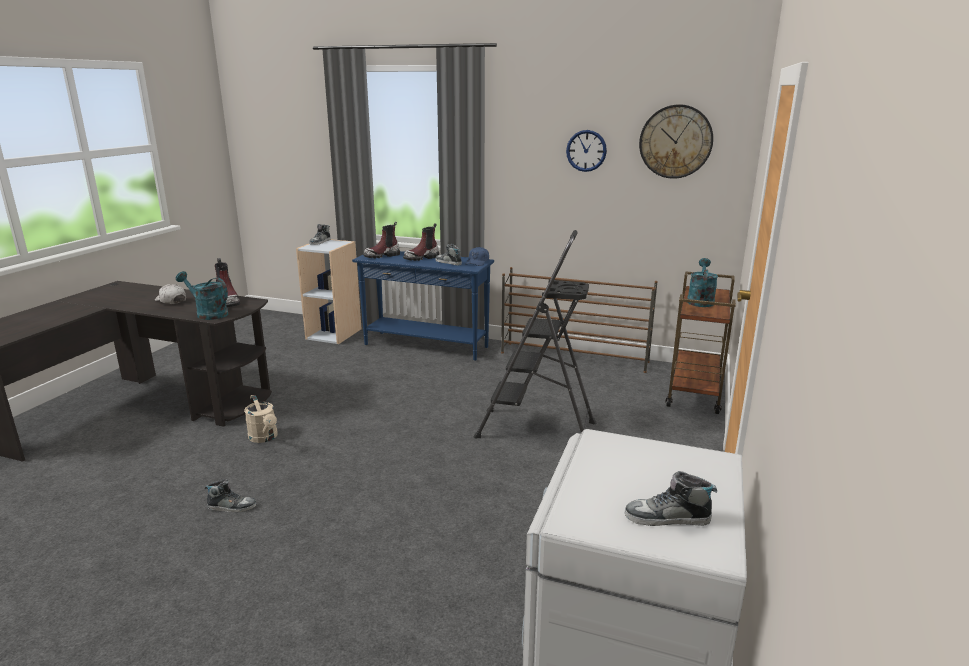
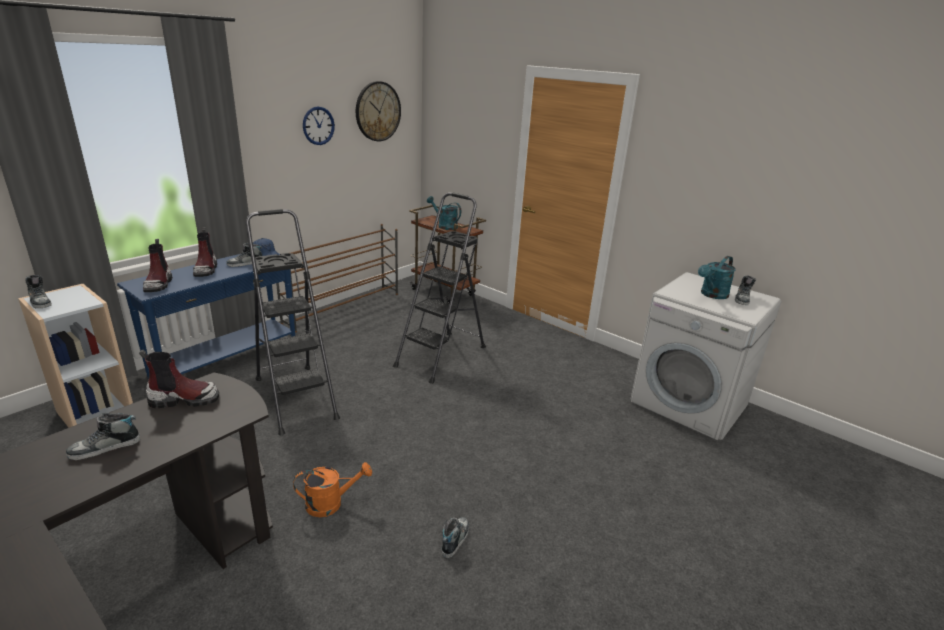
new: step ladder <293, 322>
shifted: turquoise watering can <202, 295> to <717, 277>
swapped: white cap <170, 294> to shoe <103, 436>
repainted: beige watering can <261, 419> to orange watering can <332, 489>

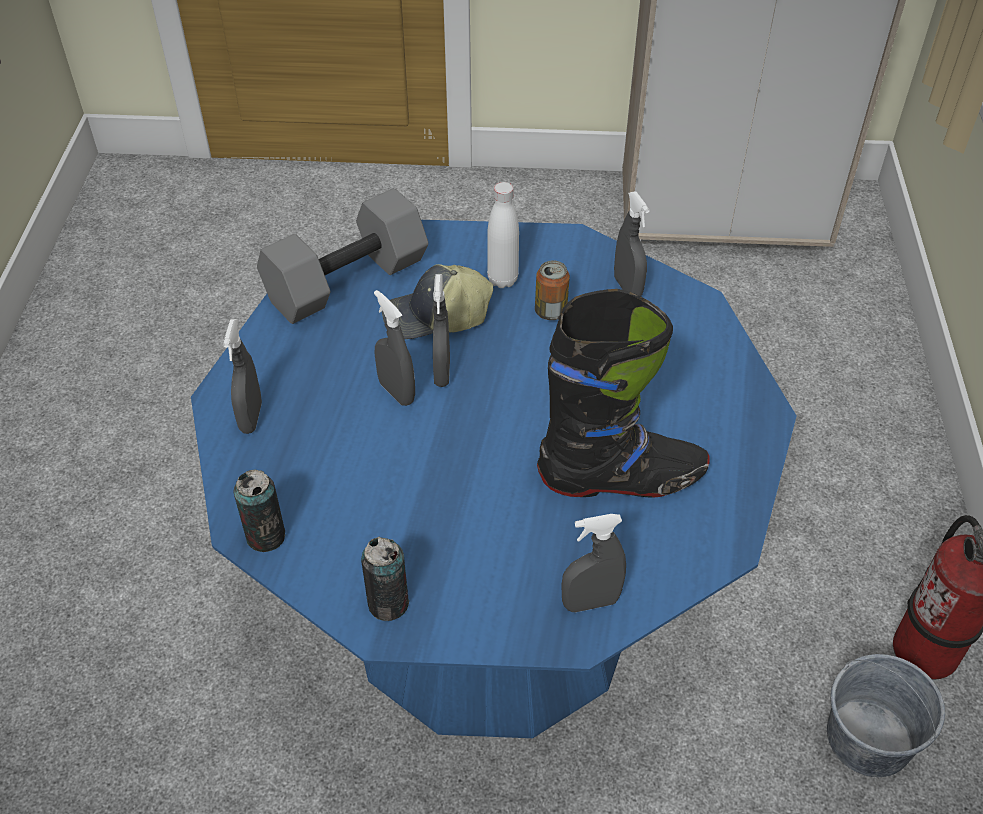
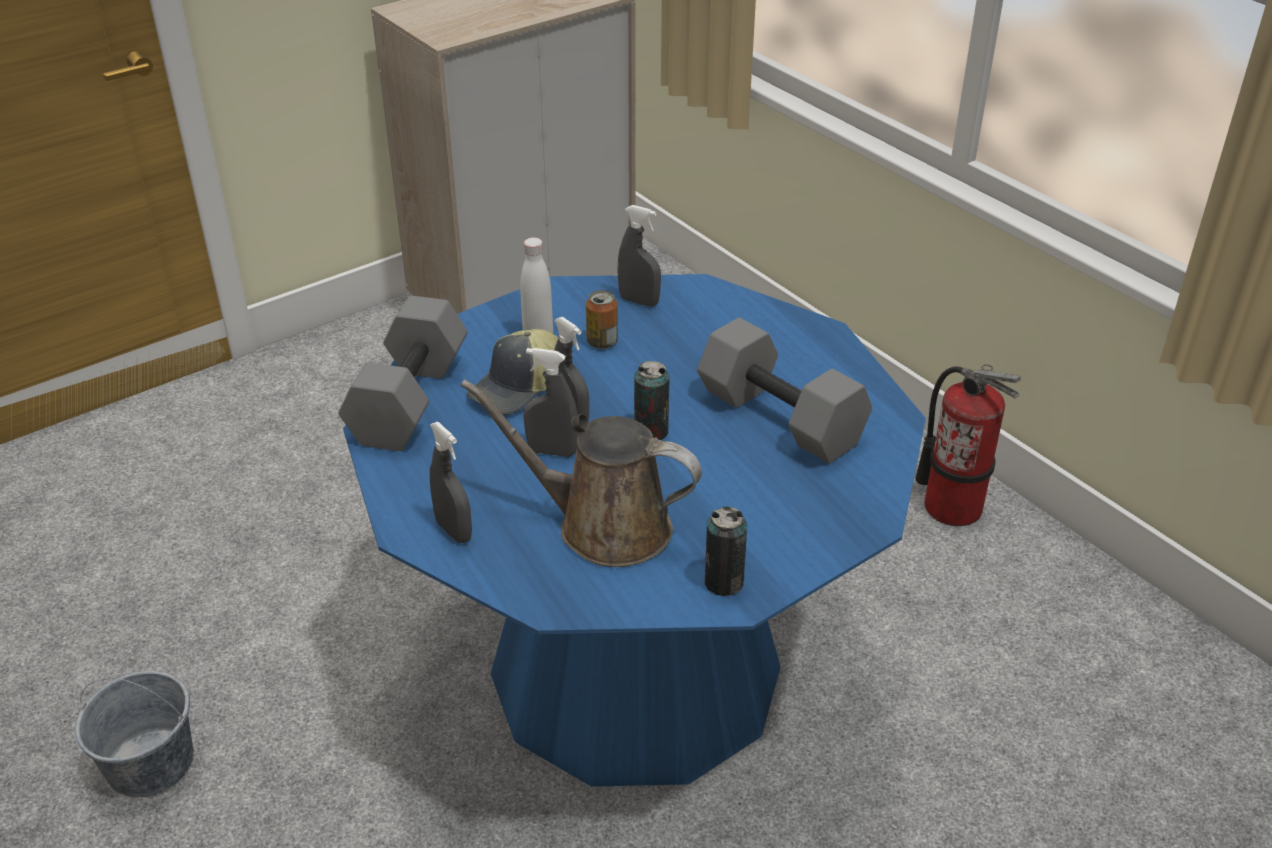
gone: grey spray bottle <593, 563>
new: brown watering can <581, 473>
shifted: can <259, 510> to <652, 400>; grey bucket <886, 715> to <134, 734>
swapped: black boot <623, 393> to grey dumbbell <784, 390>

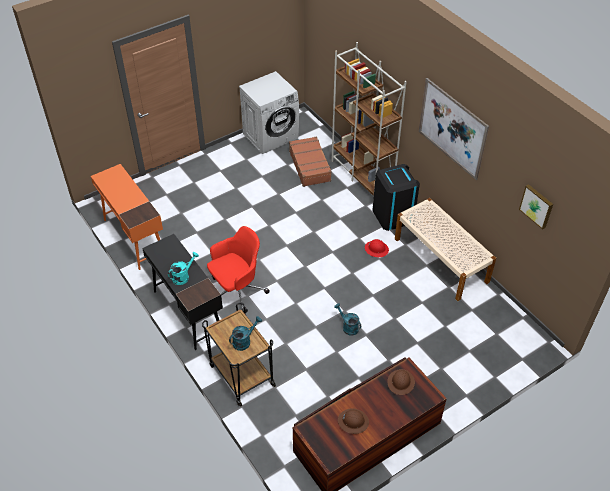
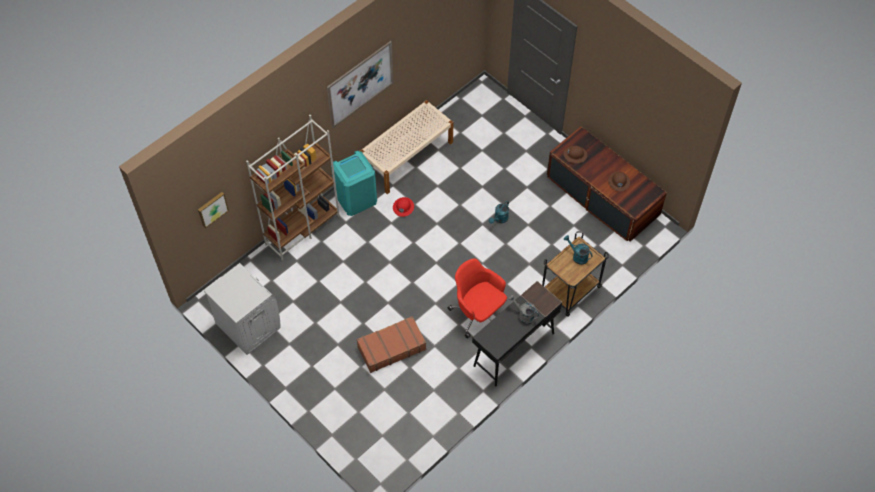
gone: orange desk <127, 217>
shifted: brown suitcase <310, 161> to <391, 344>; picture <536, 206> to <213, 210>
repainted: turquoise watering can <183, 268> to grey watering can <523, 309>; black trash can <396, 197> to turquoise trash can <354, 183>

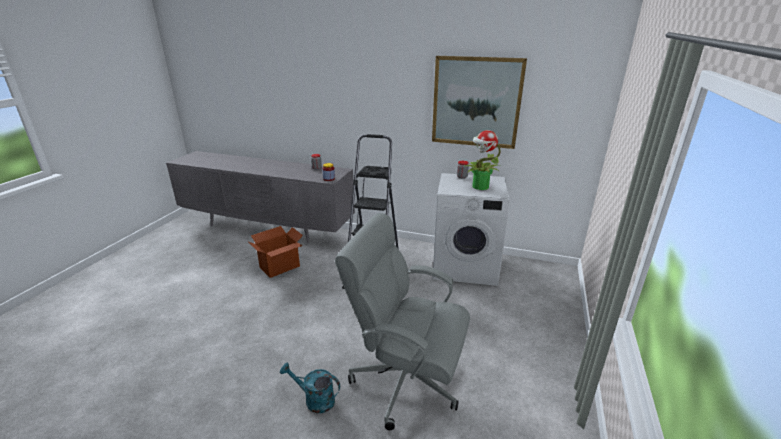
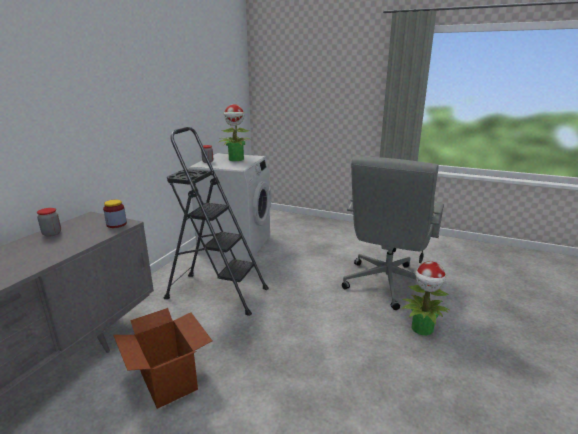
gone: picture <479, 102>
swapped: turquoise watering can <310, 388> to potted plant <425, 298>

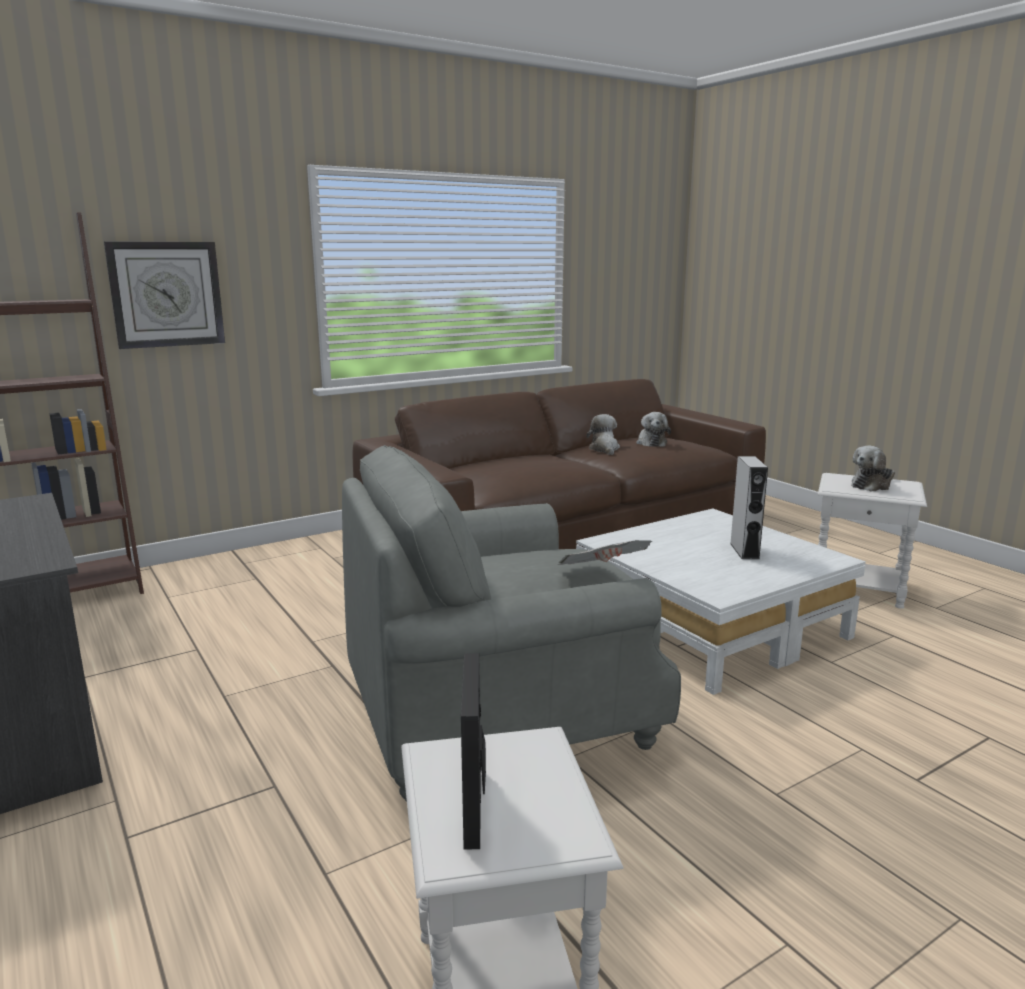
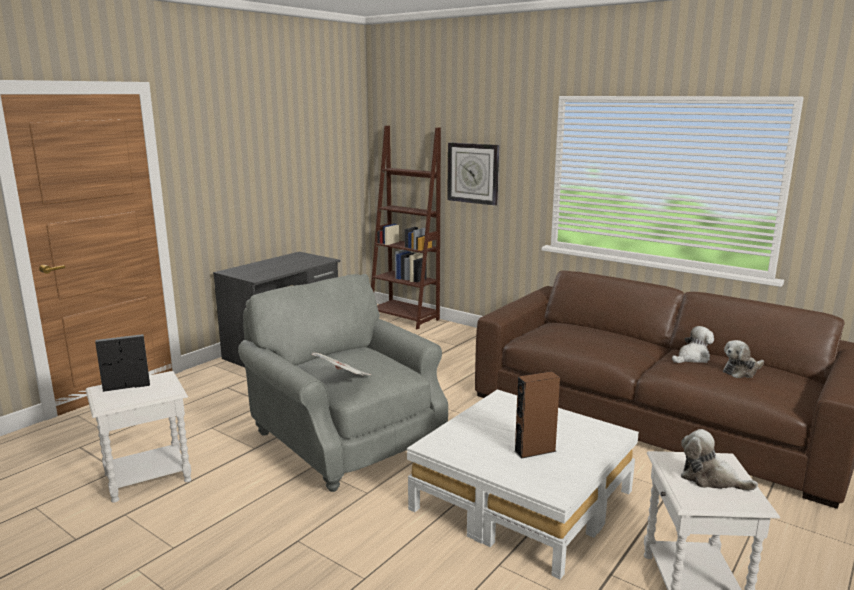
repainted: grey speaker <749, 507> to brown speaker <537, 415>

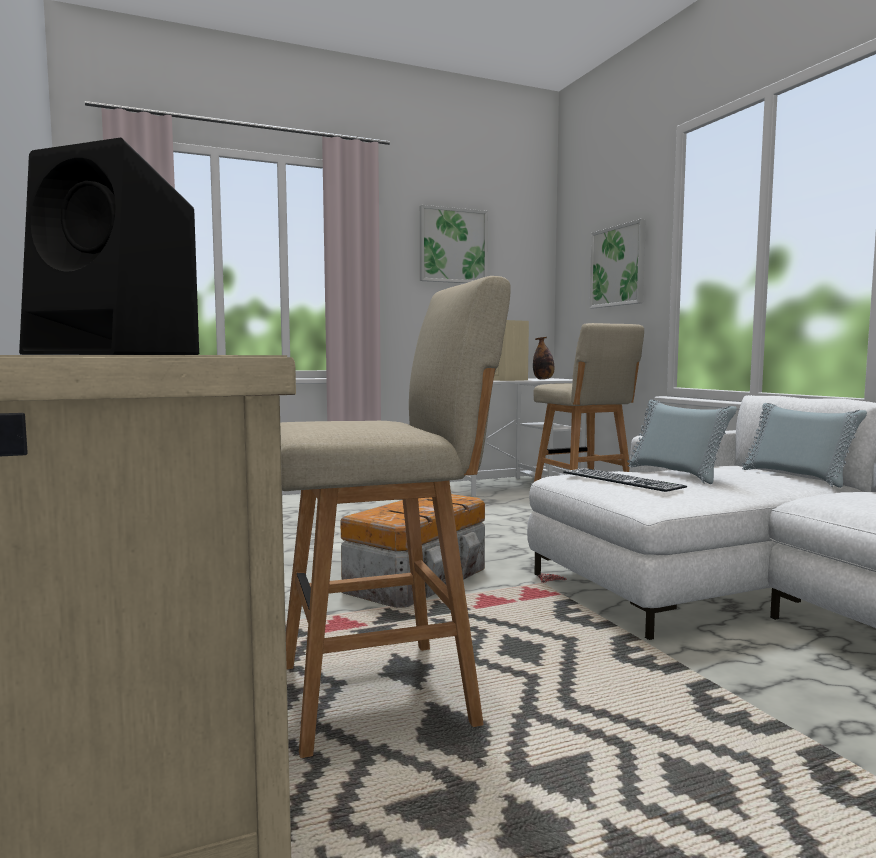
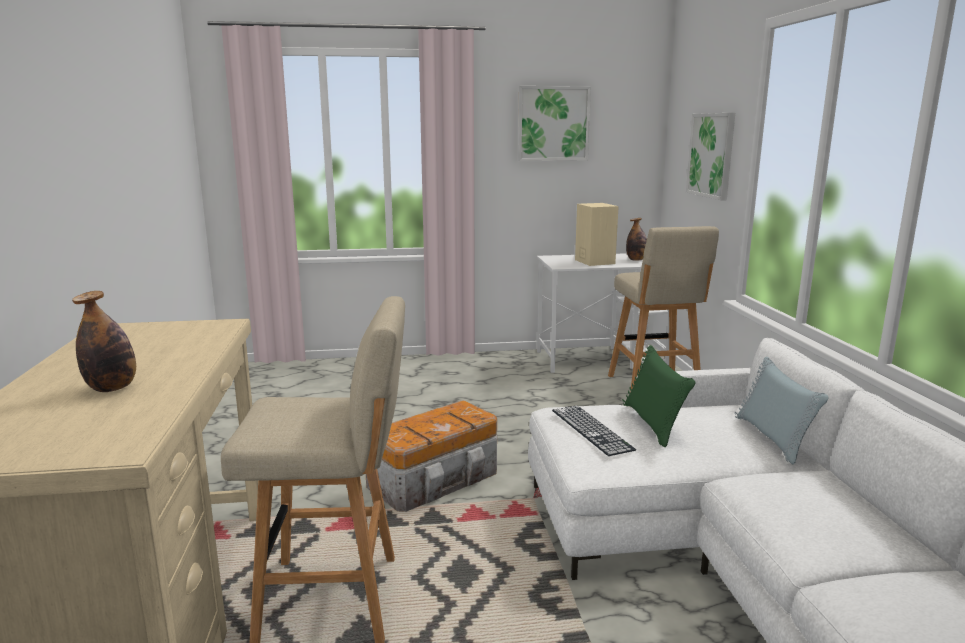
swapped: black speaker <109, 246> to bottle <104, 341>
repainted: blue pillow <682, 442> to green pillow <659, 396>

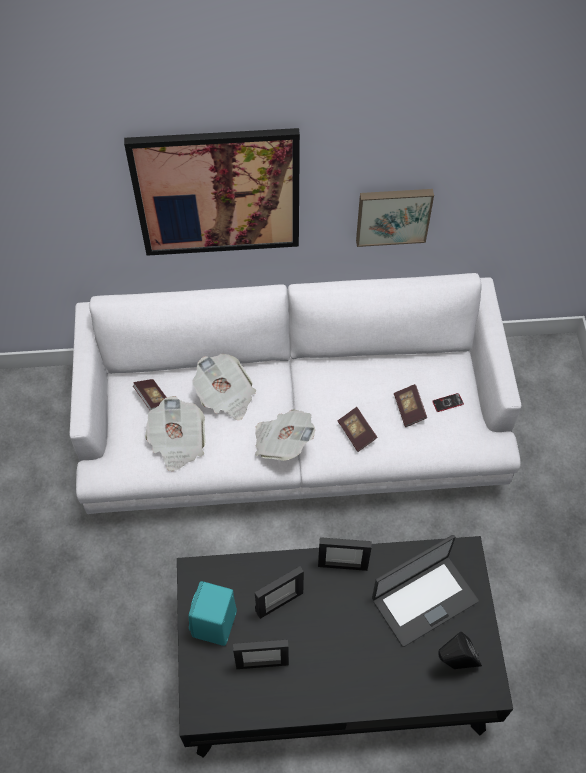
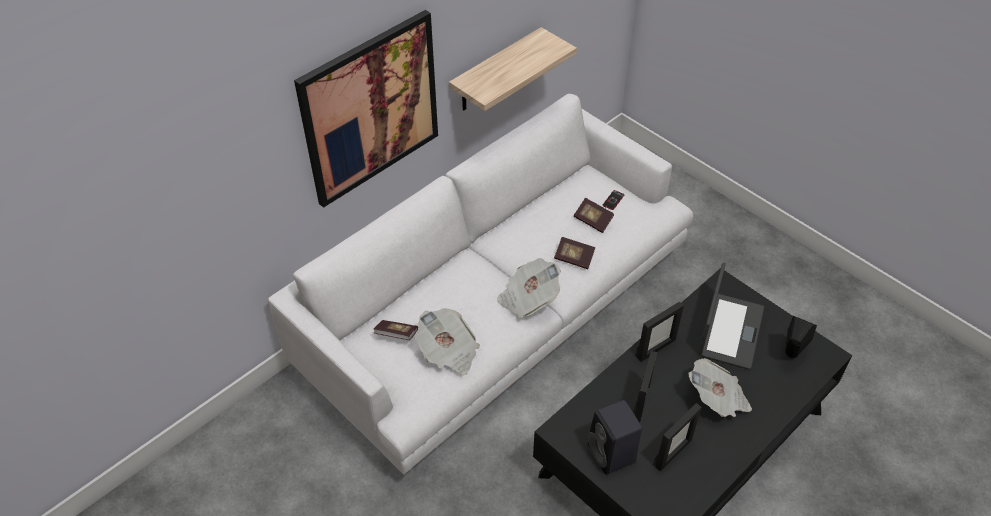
shifted: newspaper <224, 387> to <720, 388>
swapped: picture <395, 218> to shelf <513, 69>
repainted: turquoise speaker <213, 613> to black speaker <615, 437>

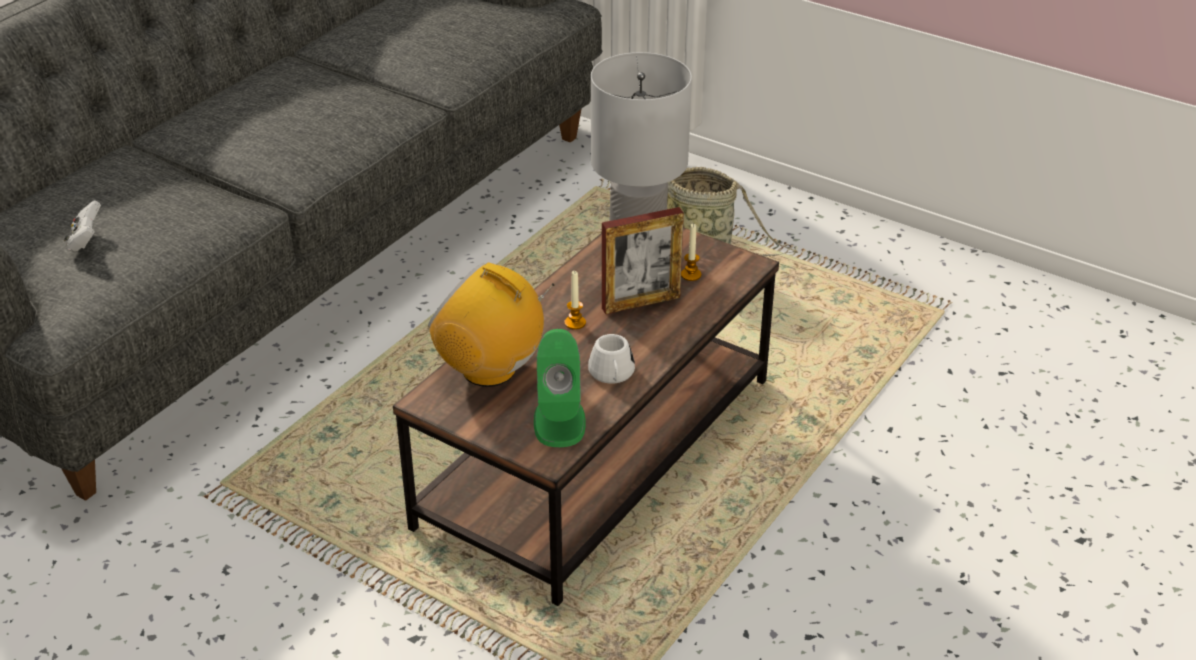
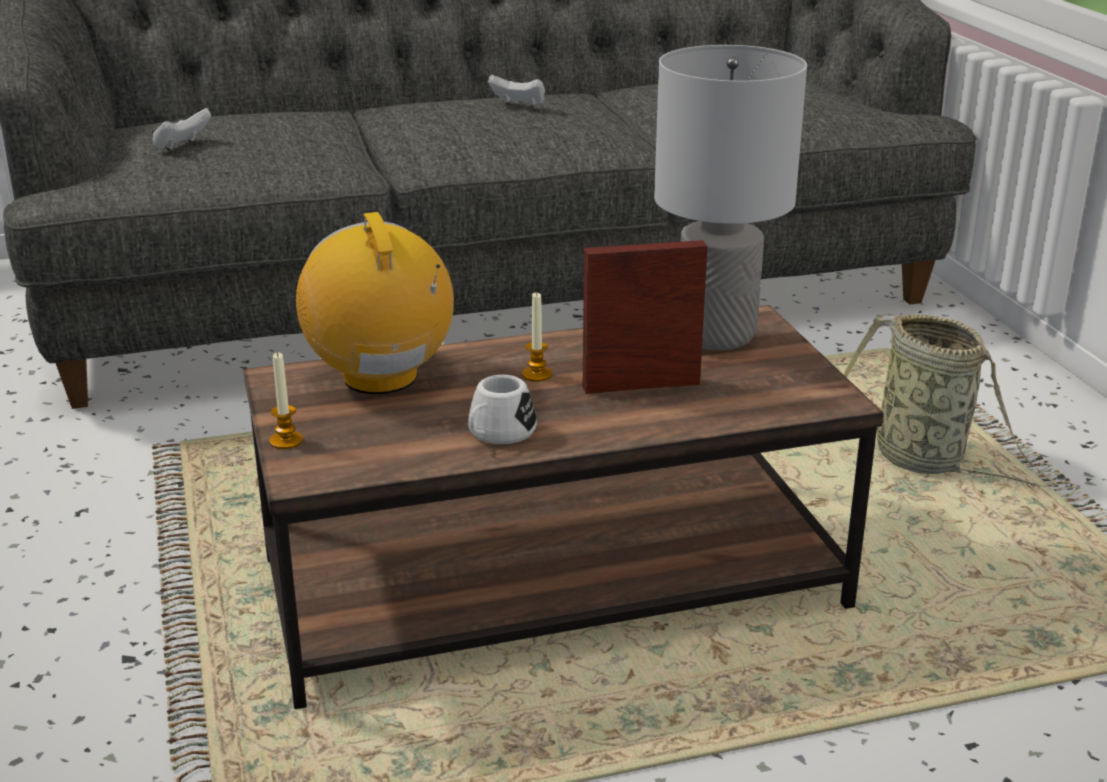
gone: green speaker <560, 388>
new: white game controller <516, 90>
shifted: candle <691, 252> to <286, 400>
rotated: picture frame <643, 260> = <645, 317> 150 degrees clockwise

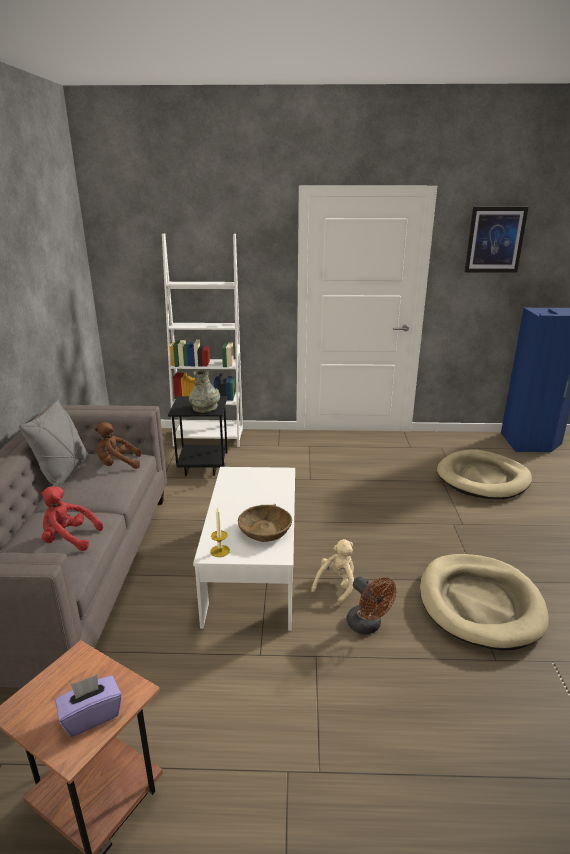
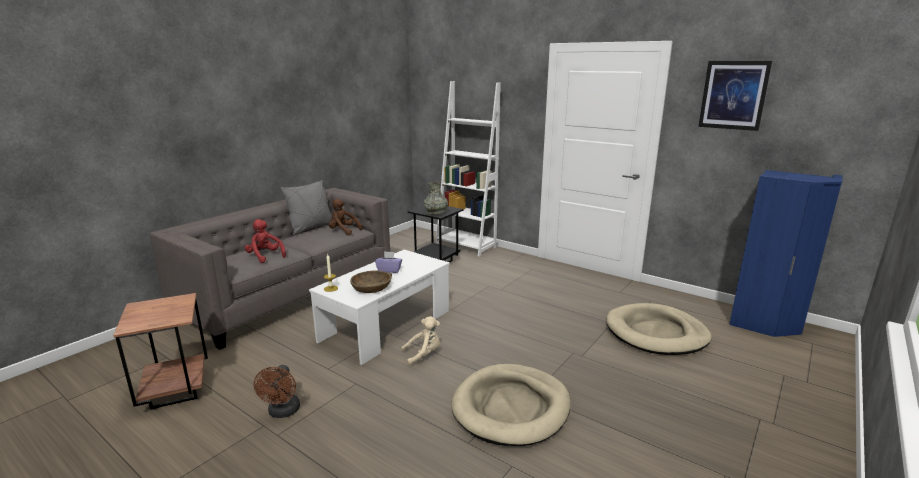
shifted: purple tissue box <88, 706> to <388, 262>; brown fan <371, 605> to <276, 391>

